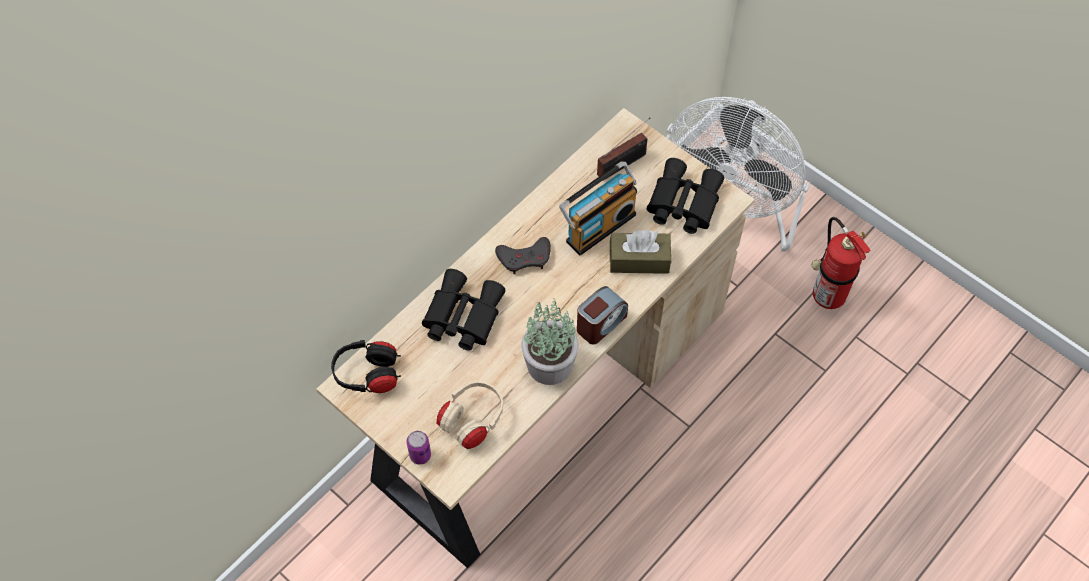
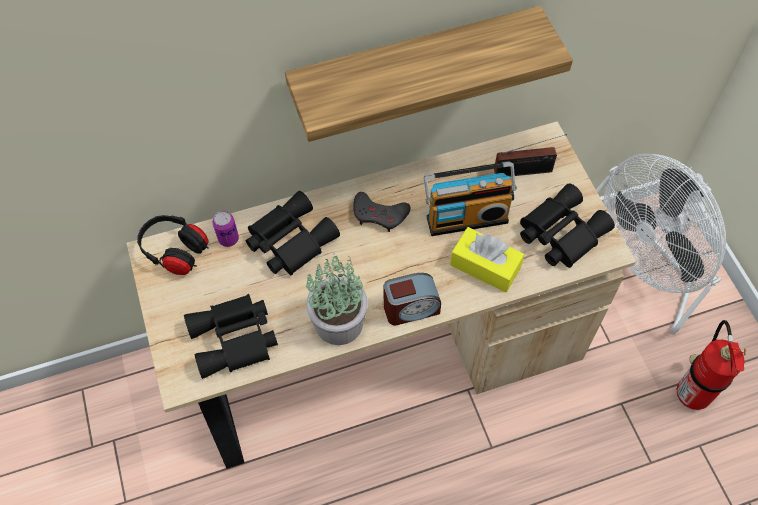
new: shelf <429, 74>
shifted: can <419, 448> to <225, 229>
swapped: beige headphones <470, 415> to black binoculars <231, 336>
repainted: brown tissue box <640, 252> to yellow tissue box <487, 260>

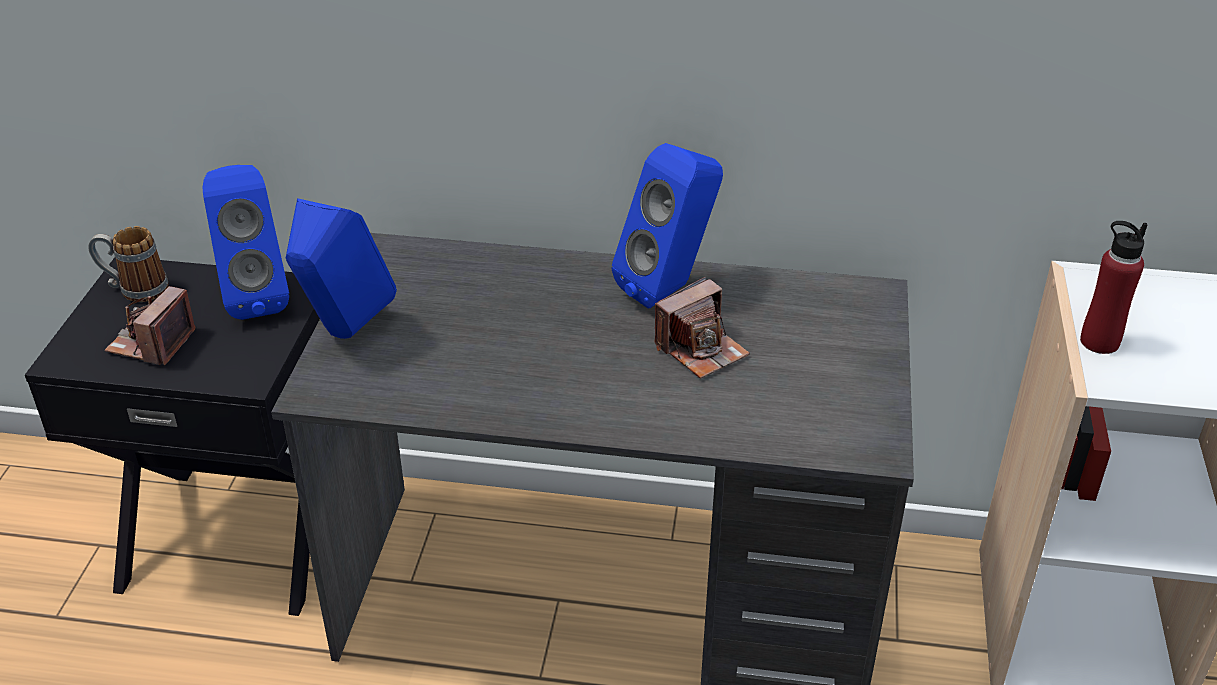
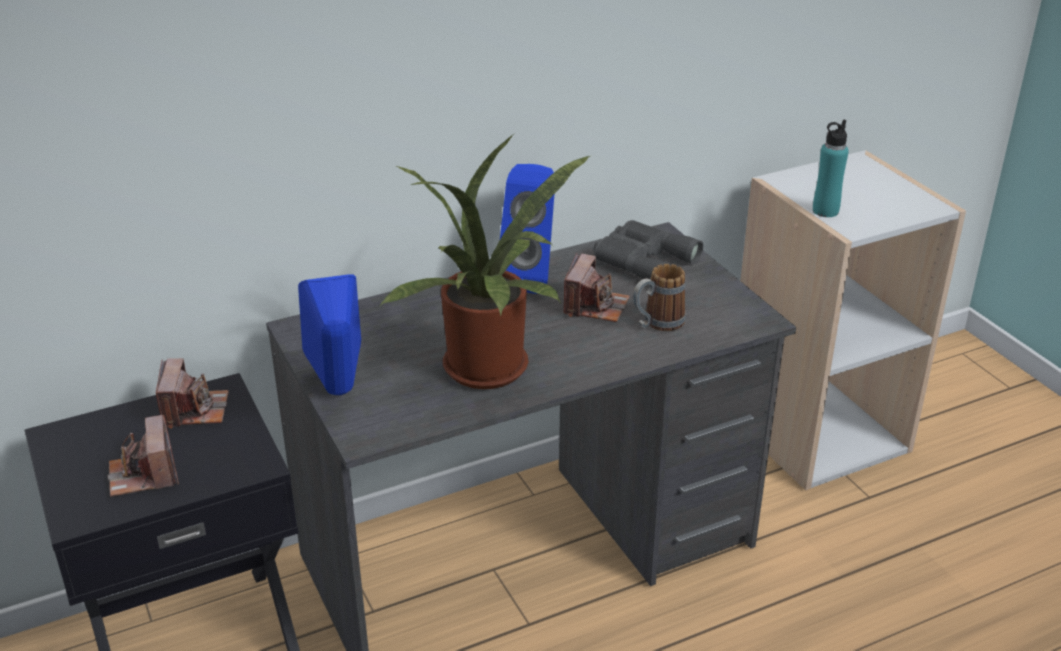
new: potted plant <485, 262>; grey binoculars <648, 249>
shifted: mug <128, 264> to <659, 297>
swapped: blue speaker <246, 242> to photo camera <192, 393>
repainted: red bottle <1113, 287> to turquoise bottle <831, 168>

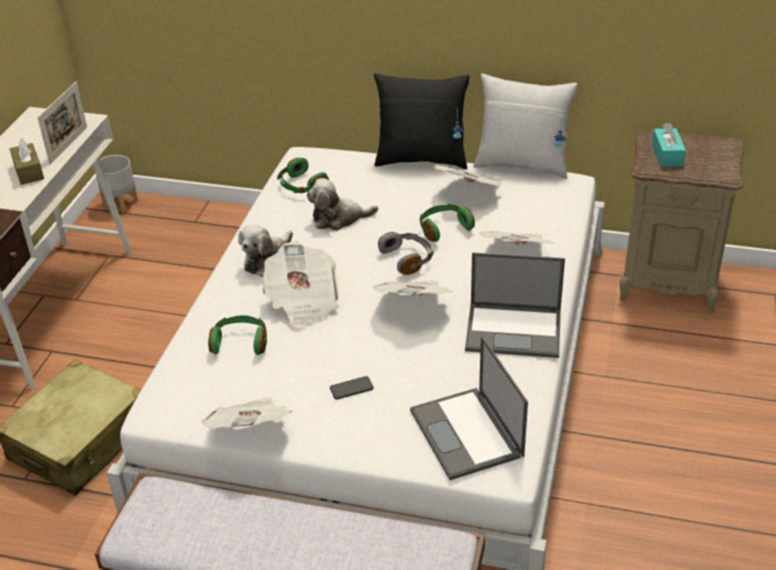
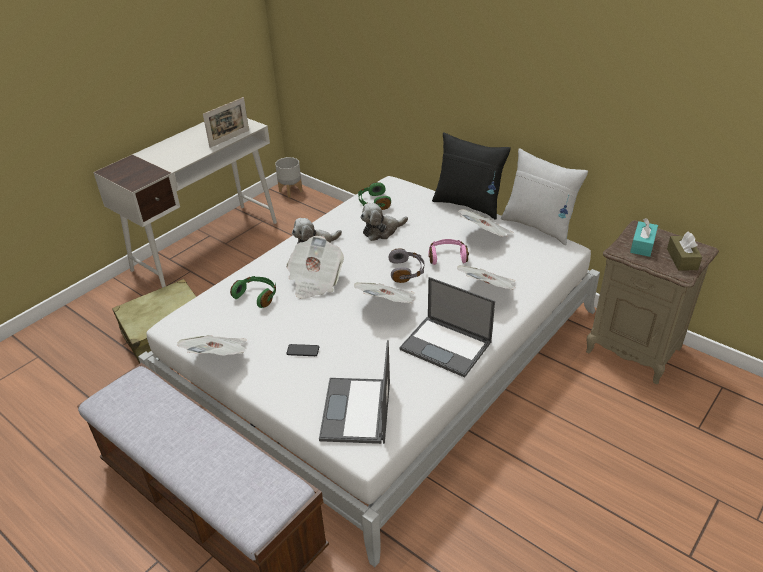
shifted: brown tissue box <27, 161> to <684, 250>
repainted: green headphones <447, 223> to pink headphones <448, 252>
rotated: plush toy <342, 204> = <384, 222> 45 degrees counterclockwise

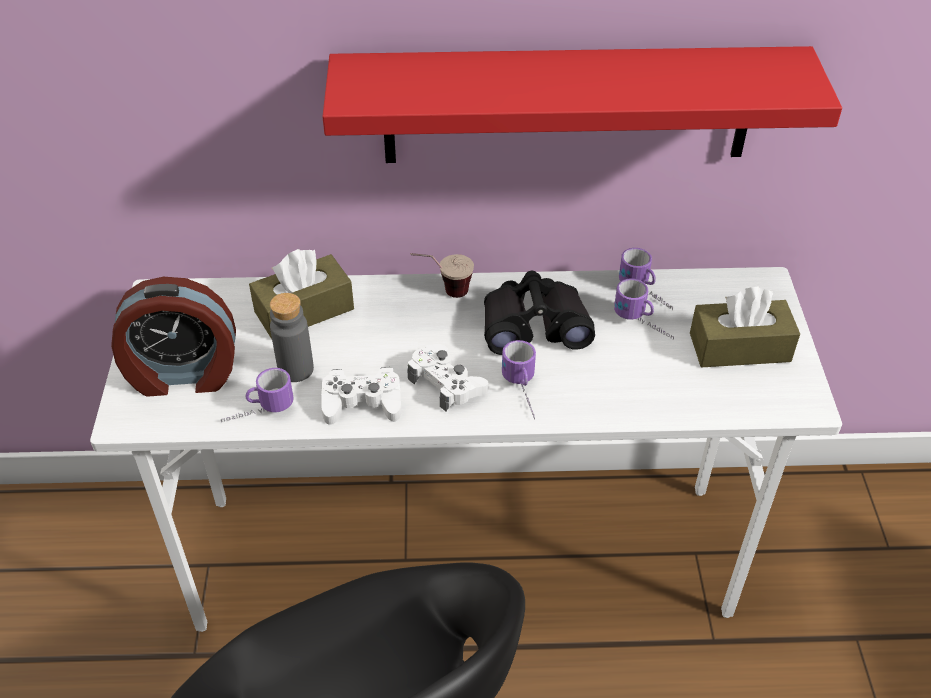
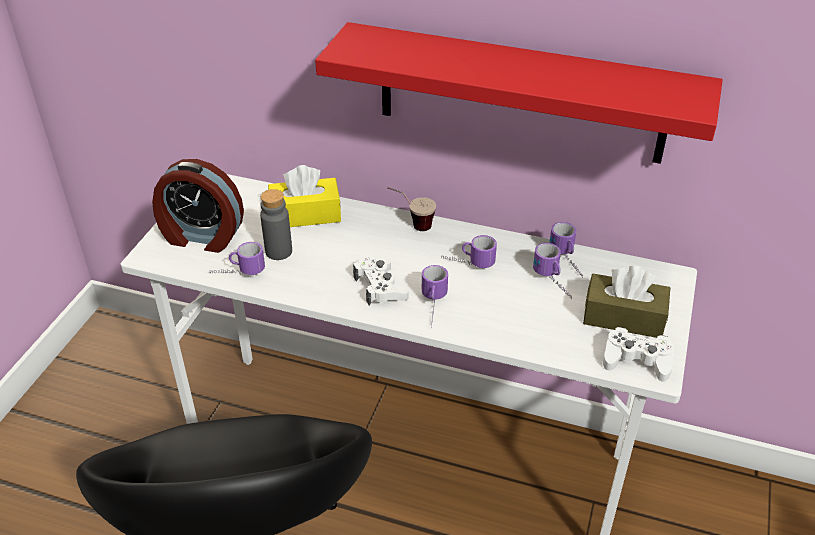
shifted: white game controller <361, 396> to <638, 354>
swapped: black binoculars <539, 313> to mug <469, 251>
repainted: brown tissue box <301, 294> to yellow tissue box <304, 196>

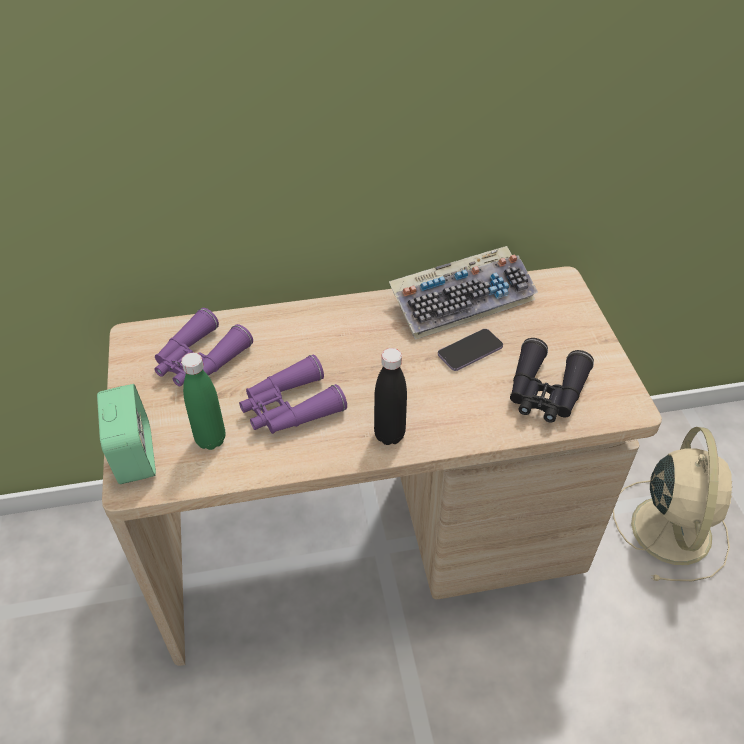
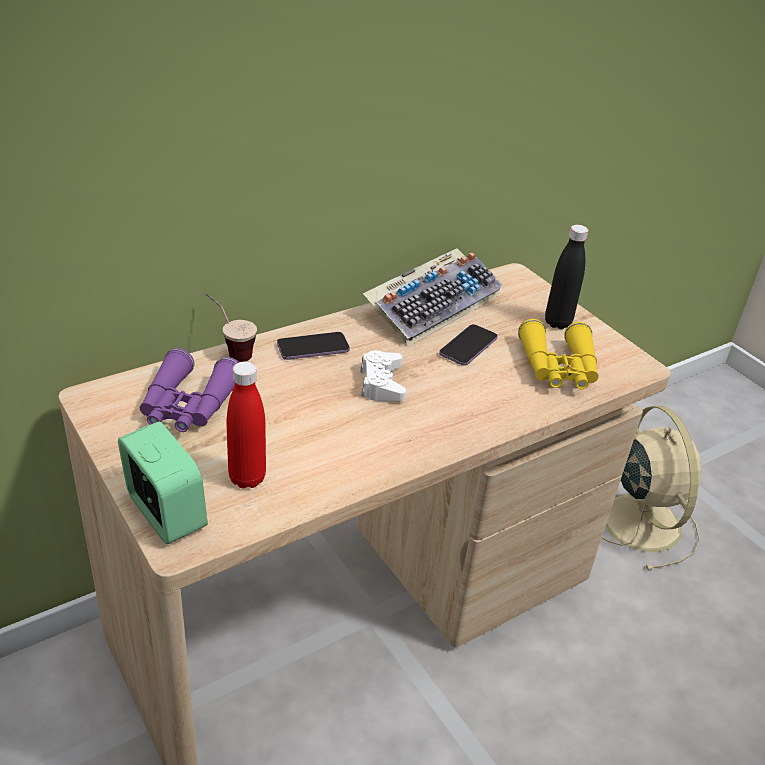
gone: purple binoculars <293, 394>
new: cup <231, 327>; phone <313, 346>; white game controller <383, 375>
shifted: black bottle <390, 396> to <566, 277>
repainted: green bottle <203, 401> to red bottle <246, 425>; black binoculars <552, 380> to yellow binoculars <558, 354>

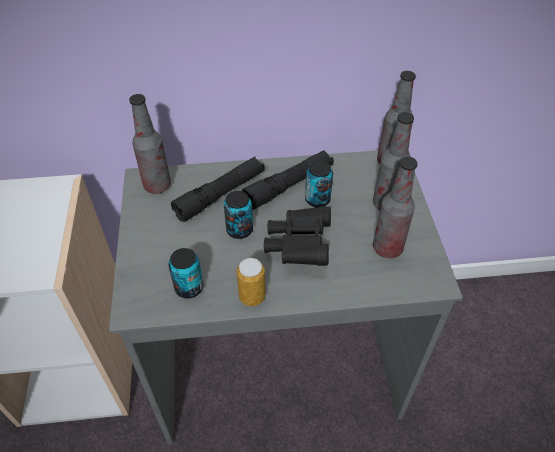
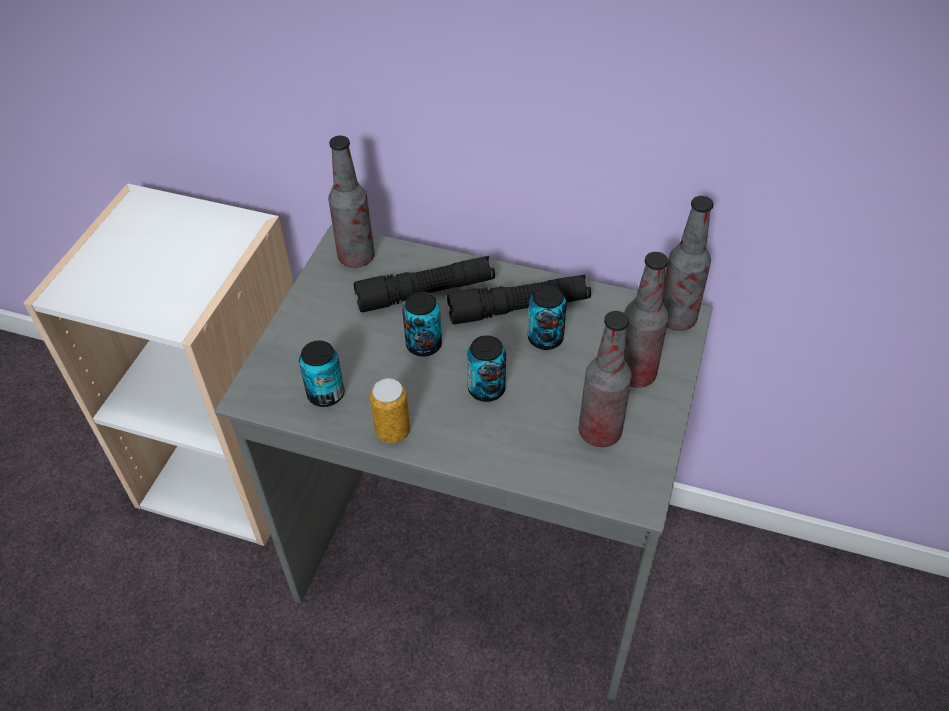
swapped: black binoculars <297, 236> to can <486, 368>

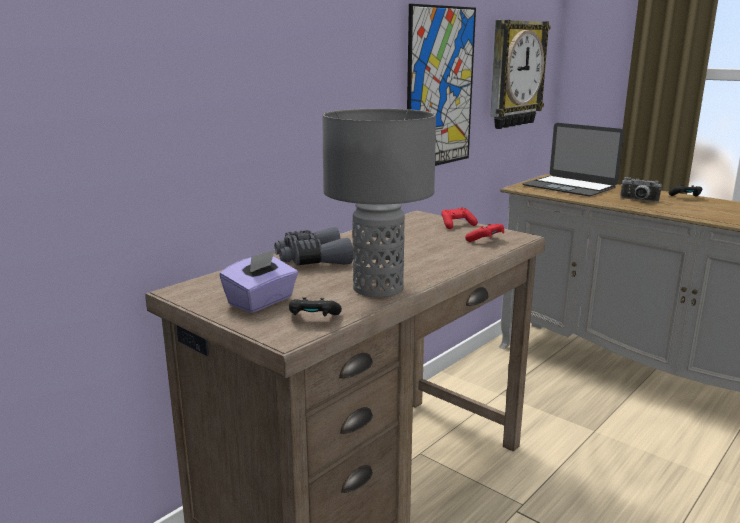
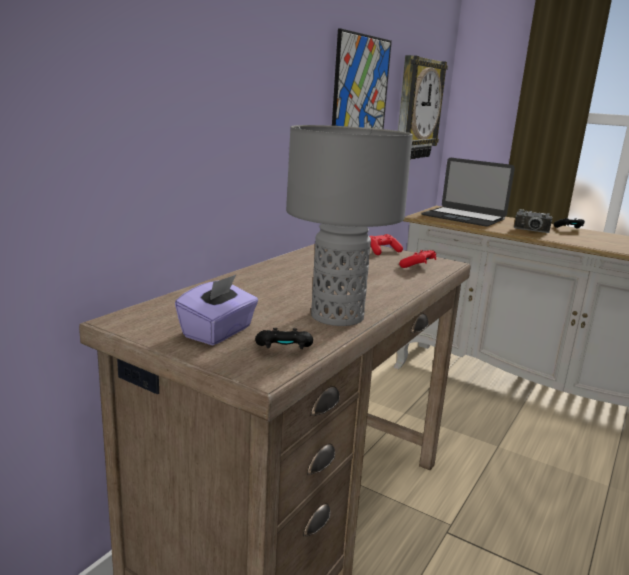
gone: grey binoculars <314, 246>

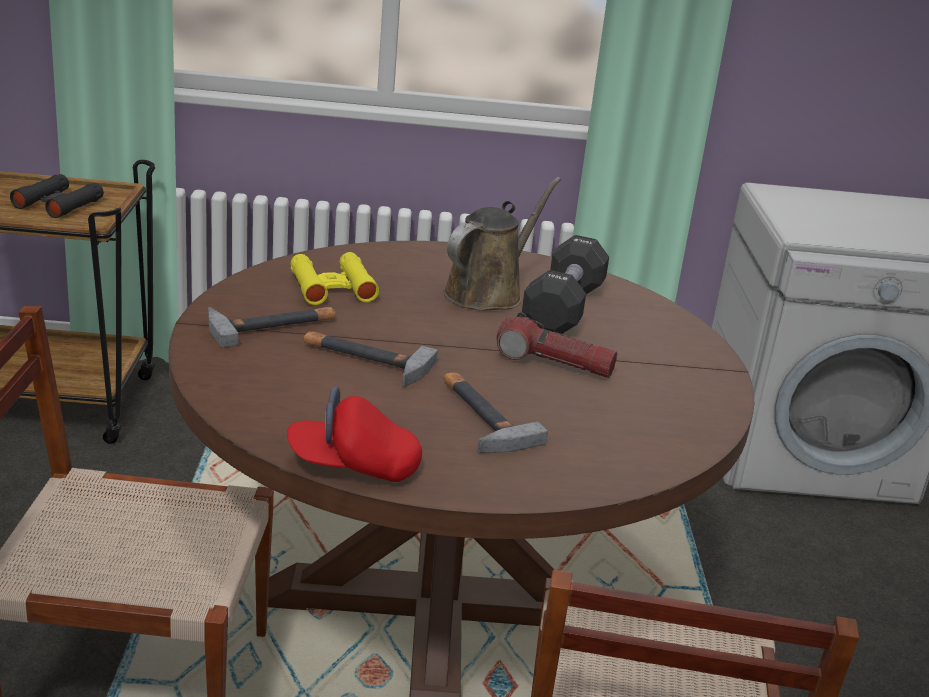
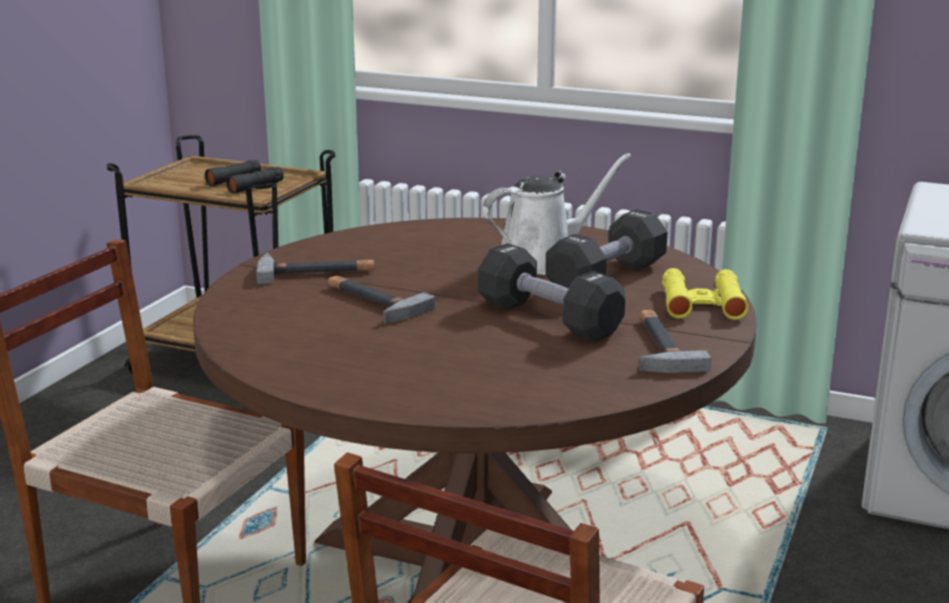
gone: red cap <354, 434>
shifted: yellow binoculars <334, 278> to <705, 294>; hammer <496, 412> to <675, 341>
swapped: flashlight <557, 345> to black dumbbell <551, 292>
repainted: brown watering can <502, 244> to white watering can <557, 214>

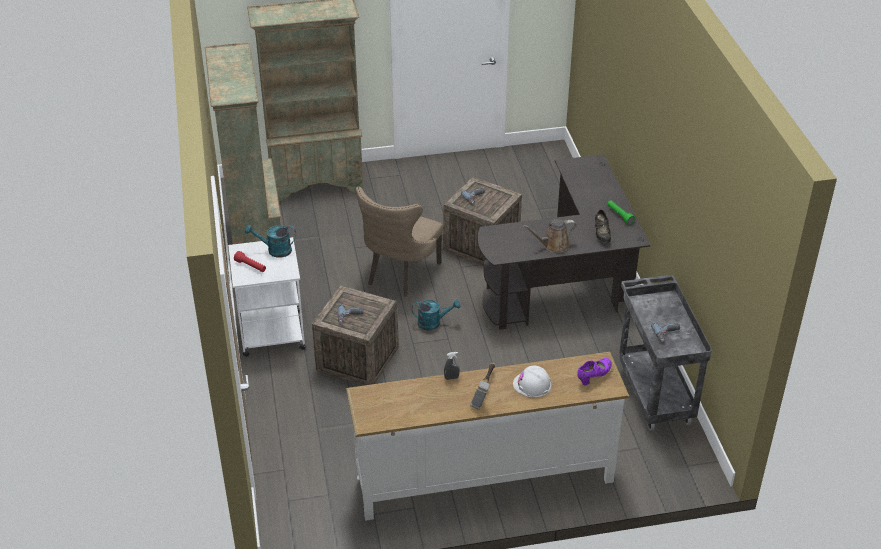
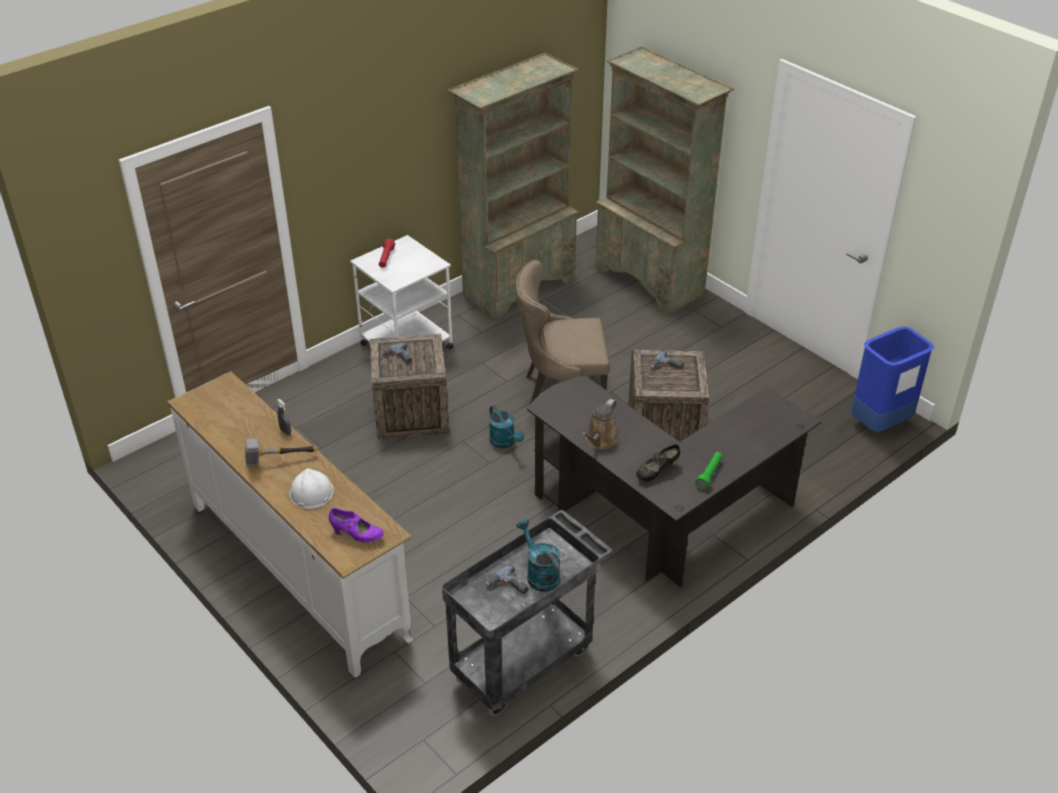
new: blue trash can <892, 379>
shifted: turquoise watering can <270, 241> to <538, 555>
rotated: brown watering can <549, 236> = <600, 424> 105 degrees counterclockwise

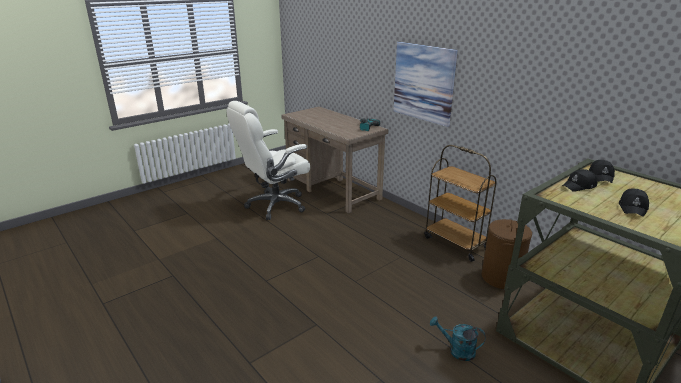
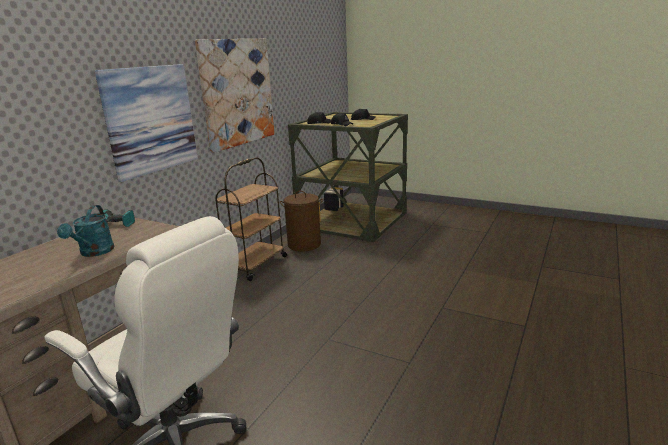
new: picture <235, 96>
shifted: turquoise watering can <458, 338> to <85, 231>

